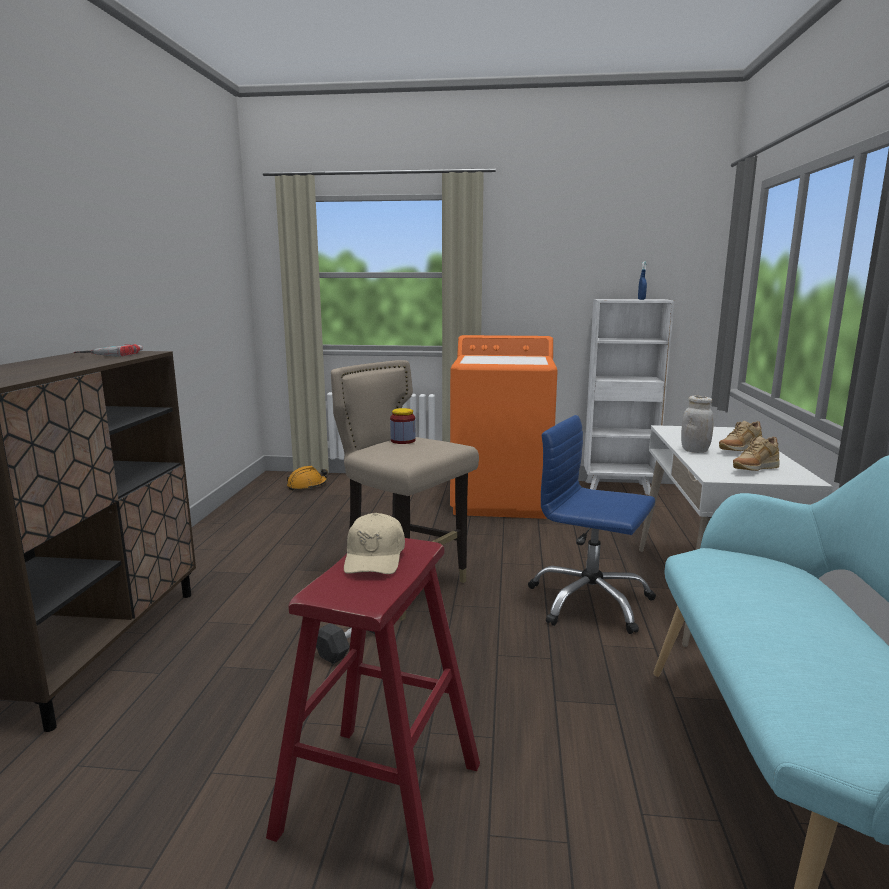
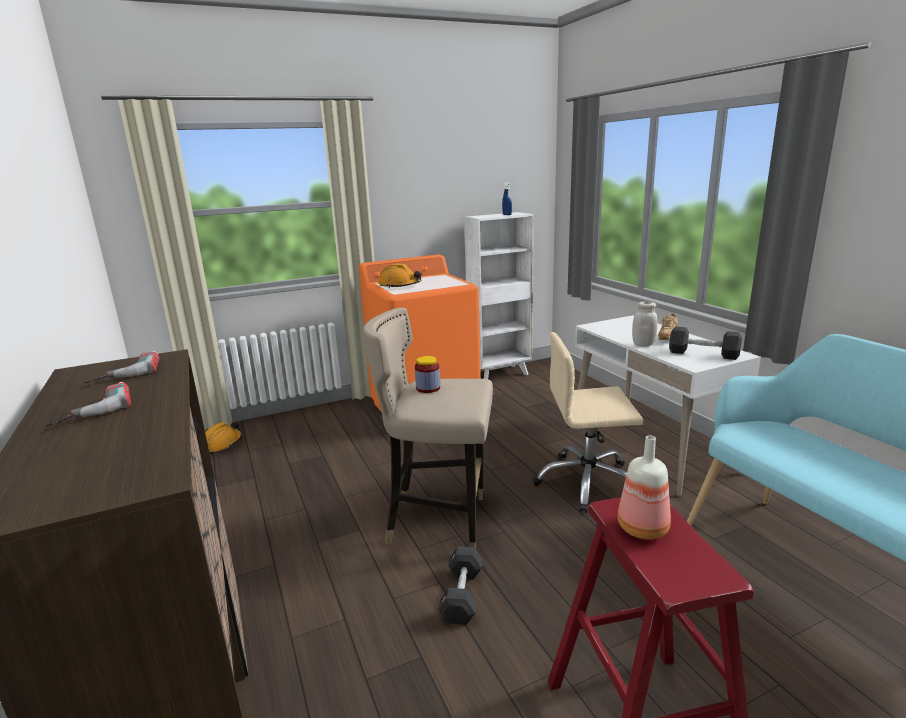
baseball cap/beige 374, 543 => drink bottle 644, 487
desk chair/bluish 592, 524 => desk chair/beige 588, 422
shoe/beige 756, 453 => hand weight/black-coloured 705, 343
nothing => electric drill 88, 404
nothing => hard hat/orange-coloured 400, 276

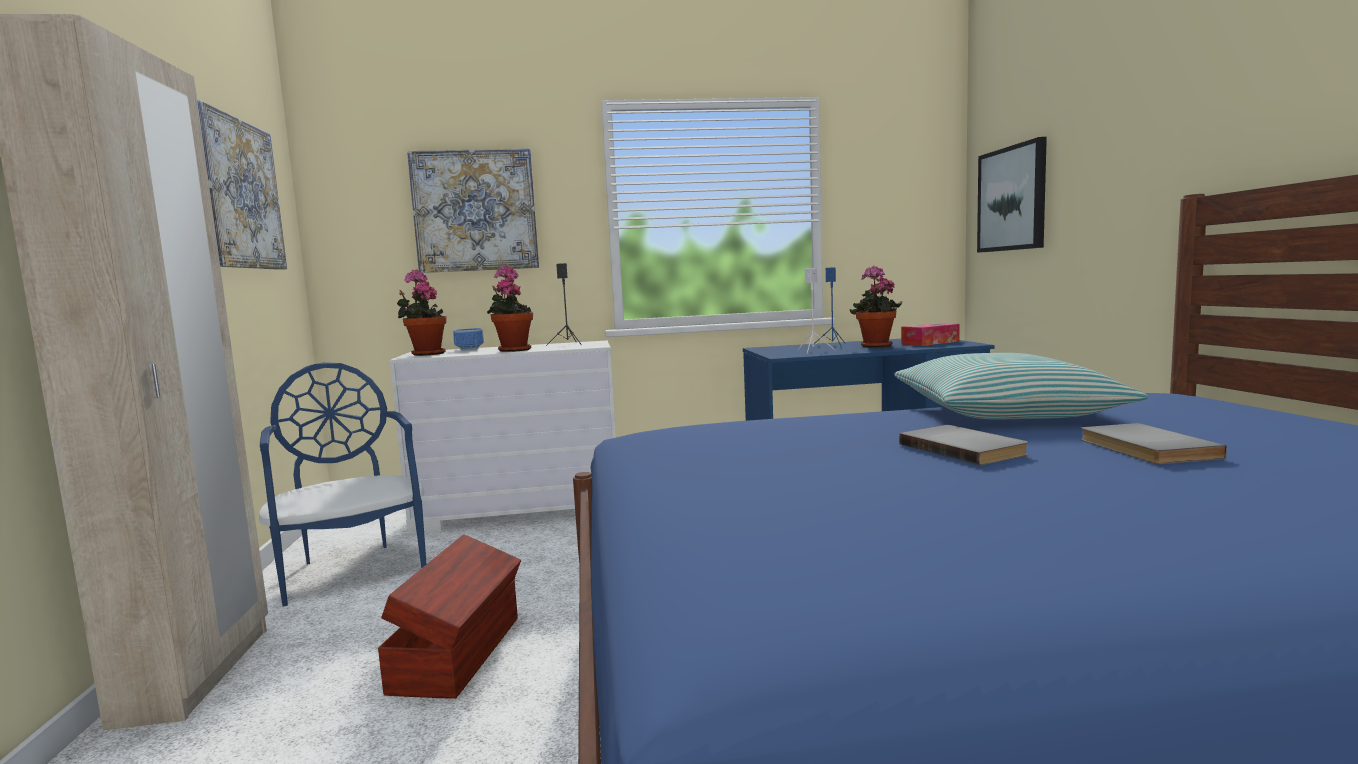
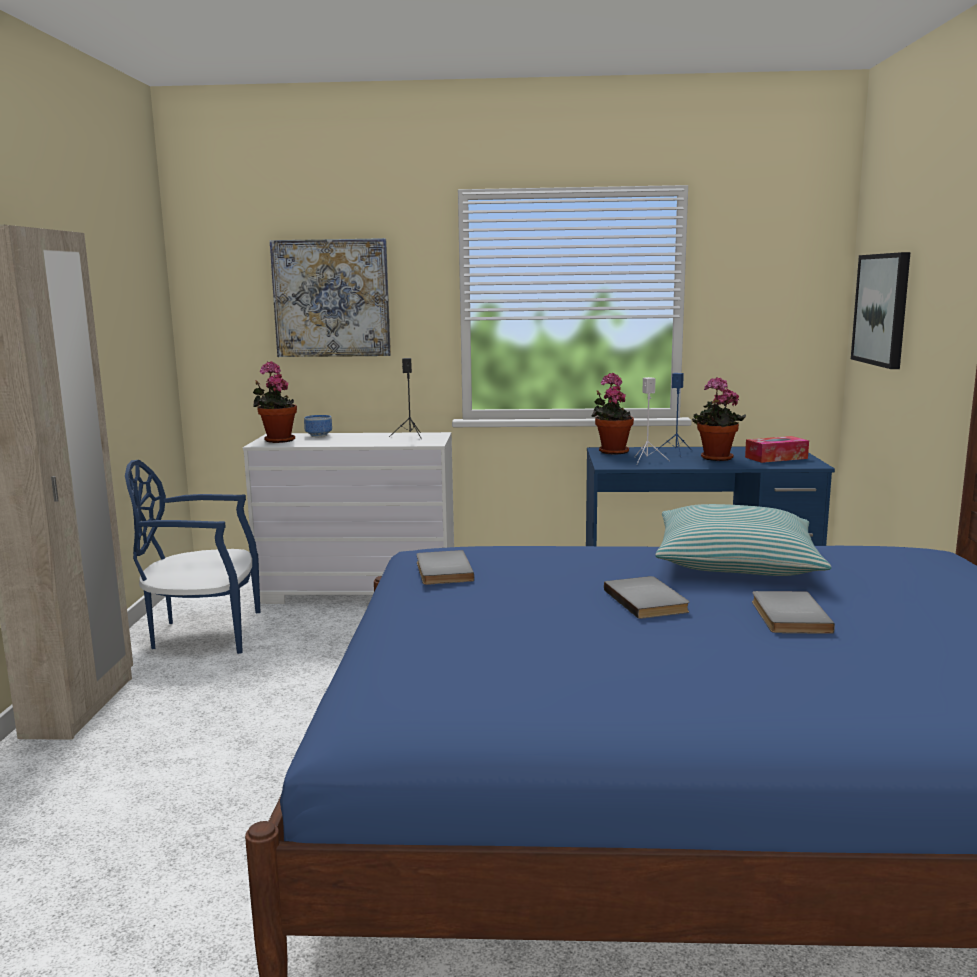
wall art 242, 184 => nothing
plain chair/bluish 342, 484 => plain chair/bluish 193, 557, 75 degrees counterclockwise
storage box/brown 449, 616 => nothing
potted plant 510, 308 => potted plant 613, 414, move
nothing => bound book/grey 445, 567

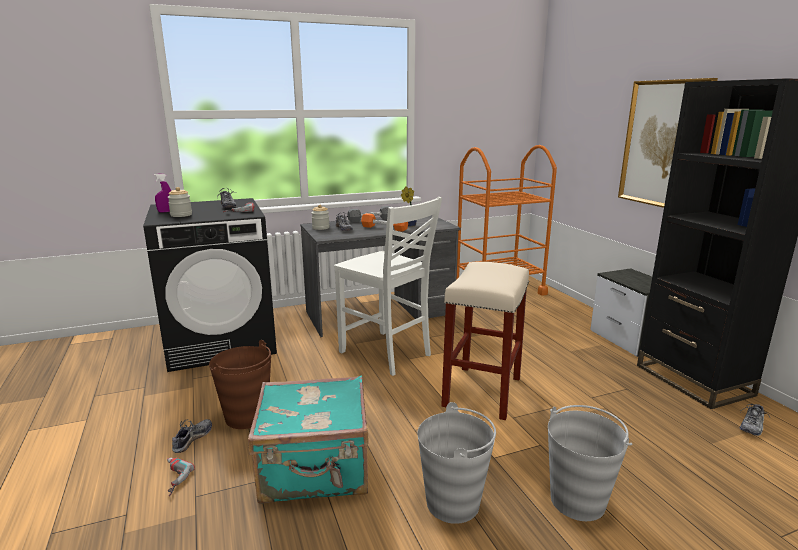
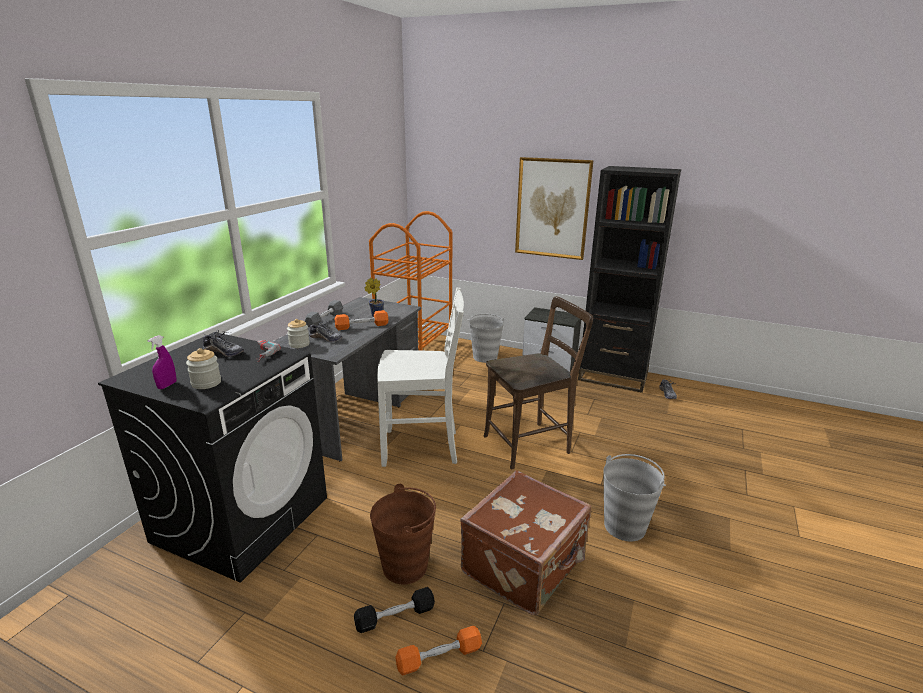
electric drill 181, 476 => hand weight/orange-coloured 438, 650
shoe 192, 436 => hand weight/black-coloured 394, 610
travel case/turquoise-coloured 308, 440 => travel case/brown 526, 542
sitting stool/beige 485, 341 => plain chair/brown 538, 382
water bucket/grey 590, 463 => water bucket/grey 486, 338, move

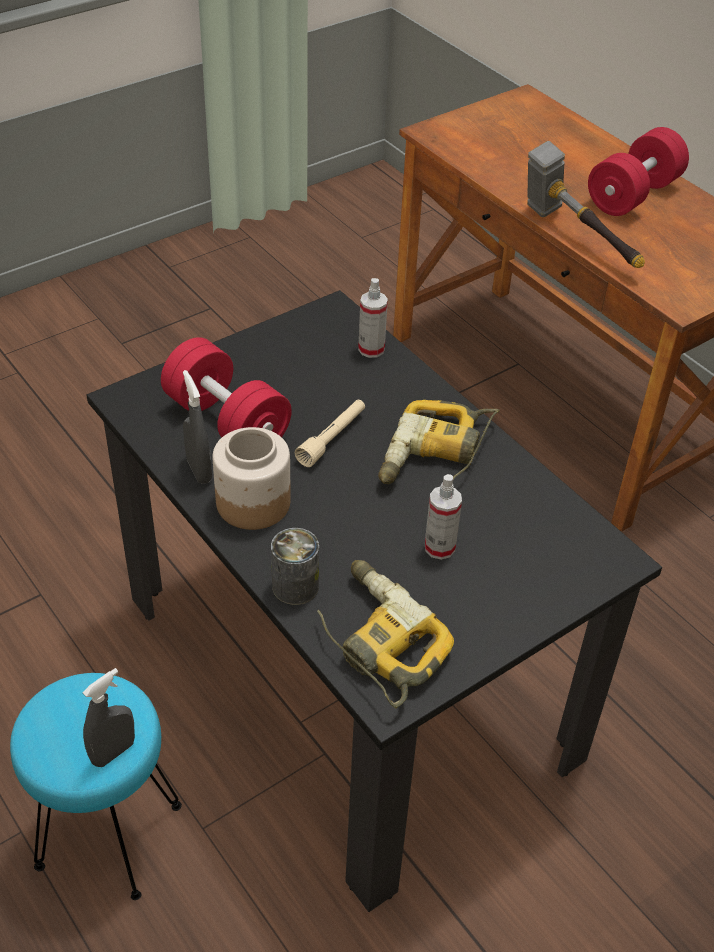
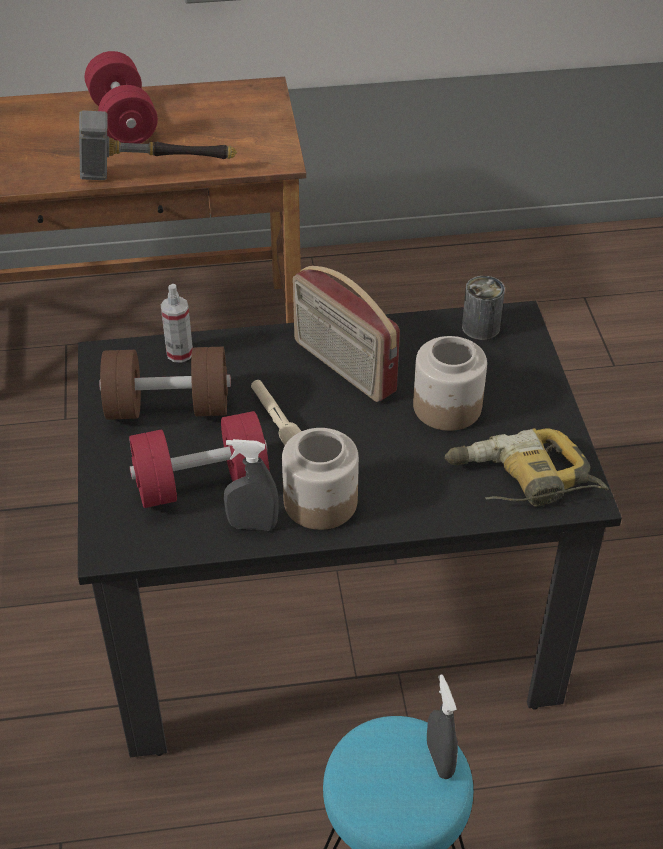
can 295, 566 => can 483, 308, move
electric drill 439, 442 => radio 346, 333
sprayer 443, 517 => jar 450, 383
nothing => hand weight/brown 165, 383

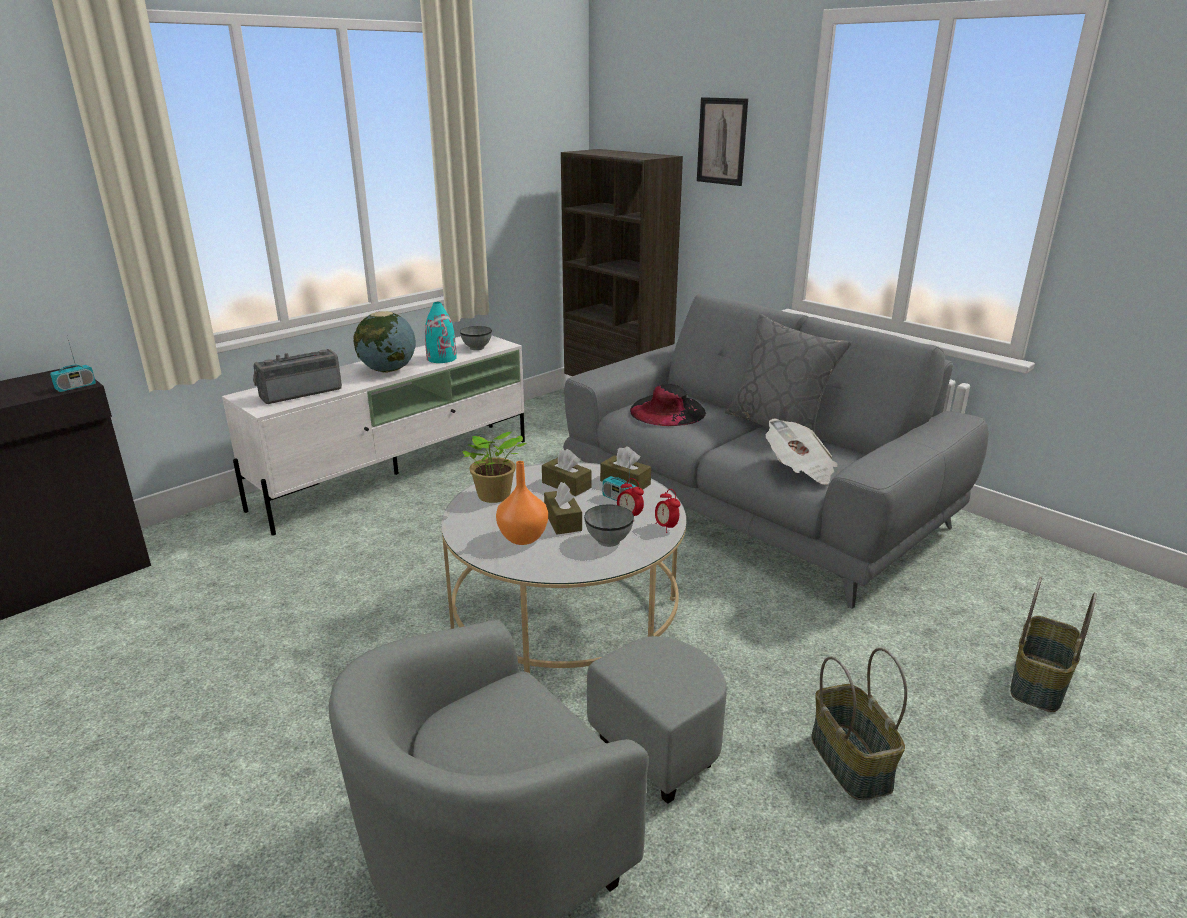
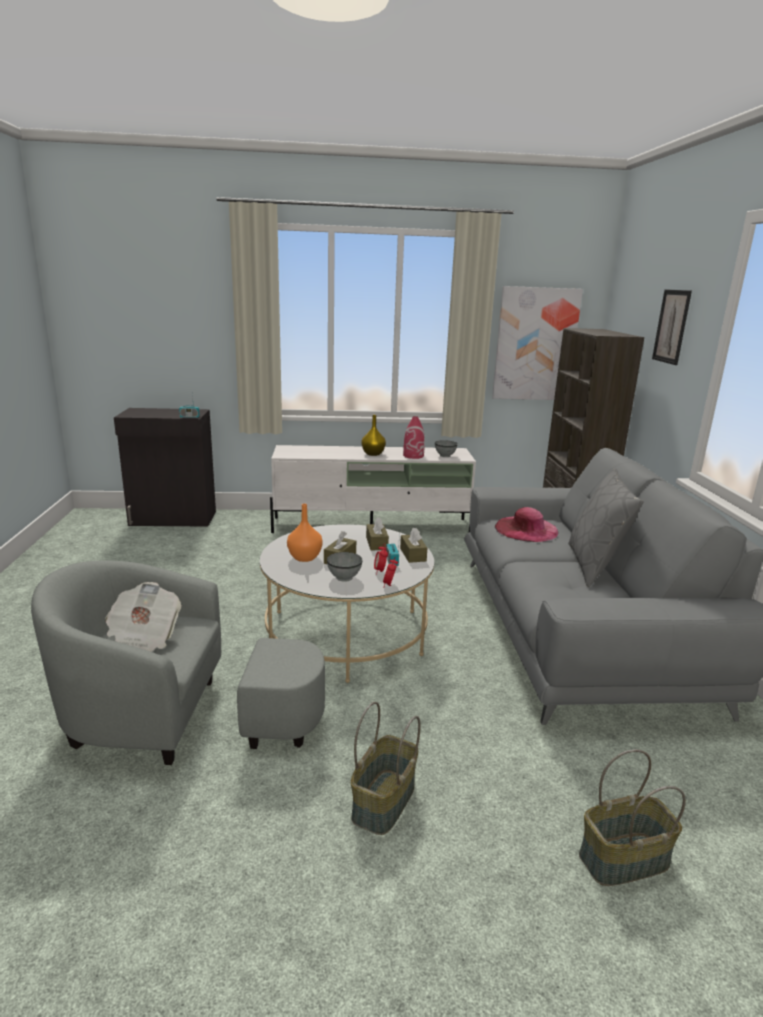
radio 297, 376 => nothing
globe 385, 342 => flower vase/yellow 374, 435
flower vase/turquoise-coloured 441, 332 => flower vase/reddish 414, 437
potted plant 494, 467 => nothing
wearable hat/black-coloured 668, 405 => wearable hat/pink 526, 524
printed paper 801, 452 => printed paper 143, 617, move
nothing => wall art 537, 343

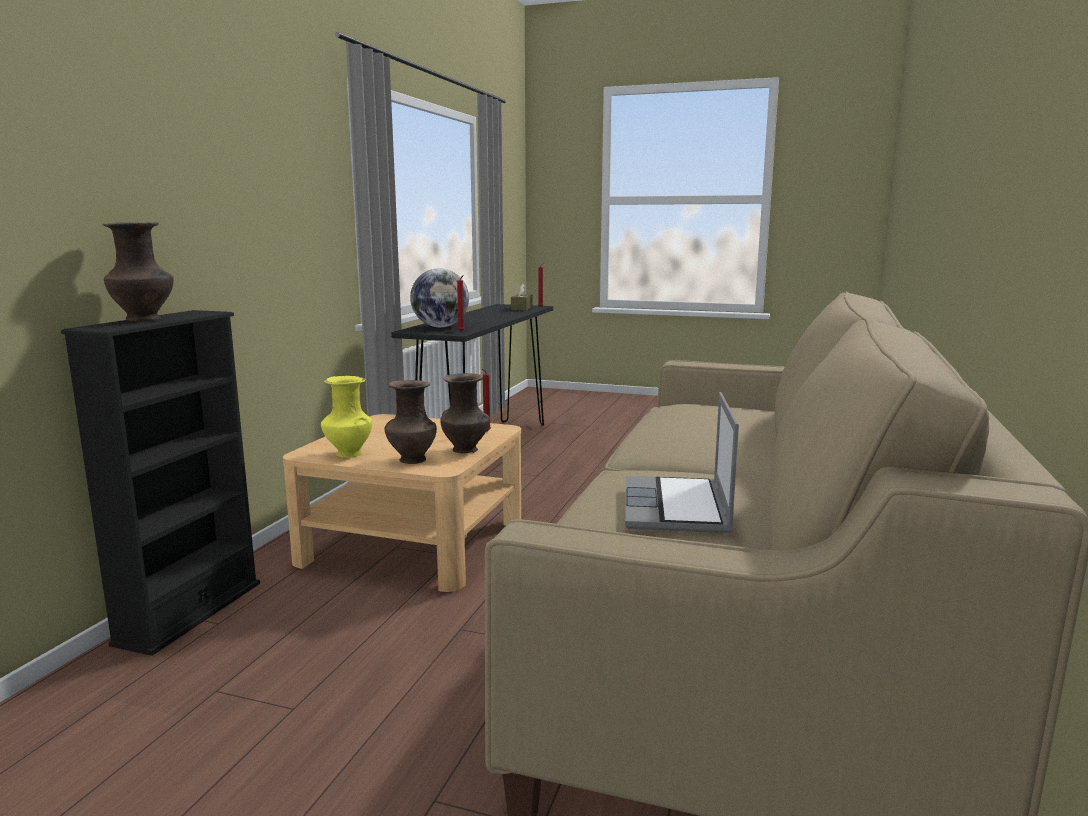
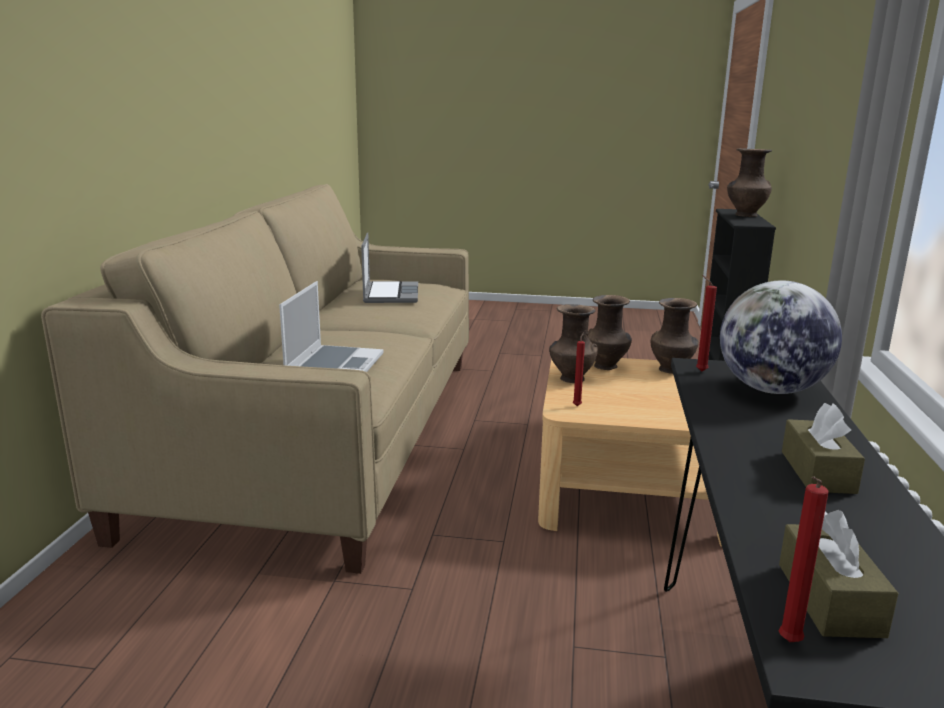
flower vase/yellow 346, 417 => flower vase/brown 674, 336
nothing => laptop 331, 326
nothing => box of tissues/brown 823, 448

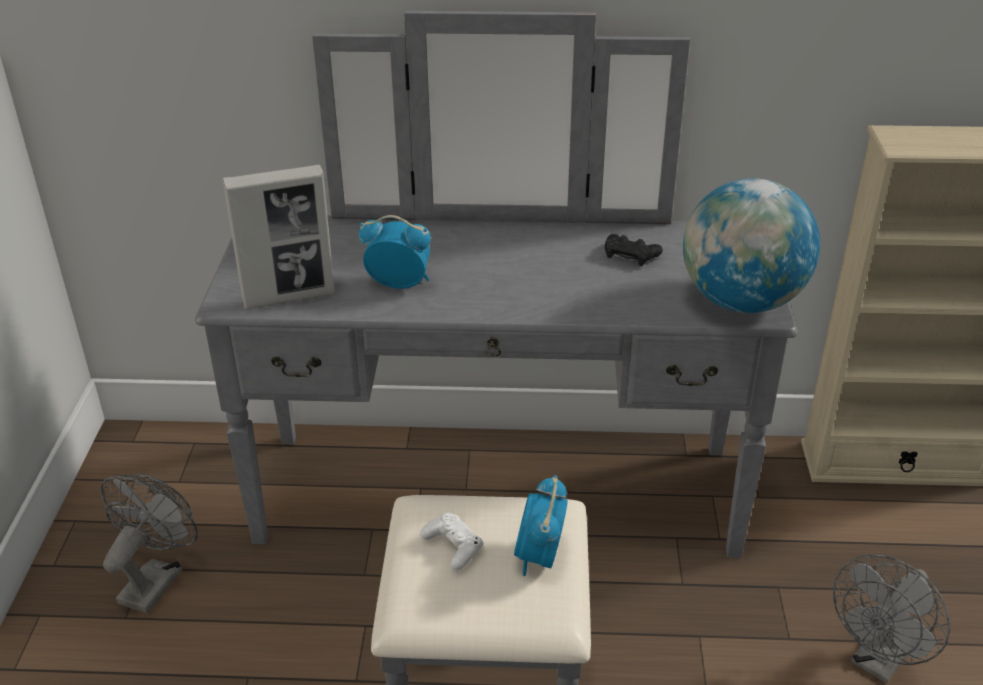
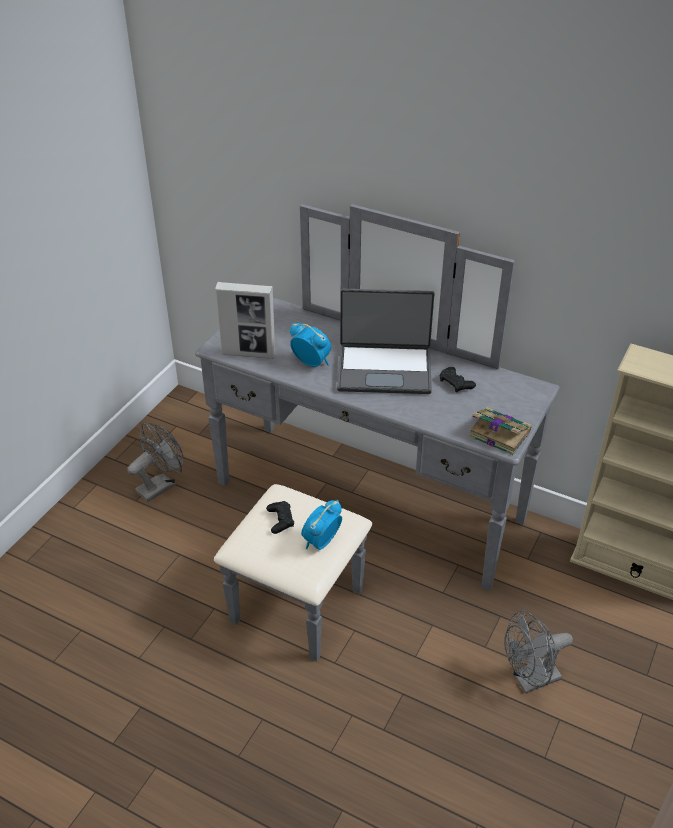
gamepad/white 451, 541 => gamepad/black-coloured 280, 517
globe 751, 245 => bound book 500, 431
nothing => laptop 385, 341

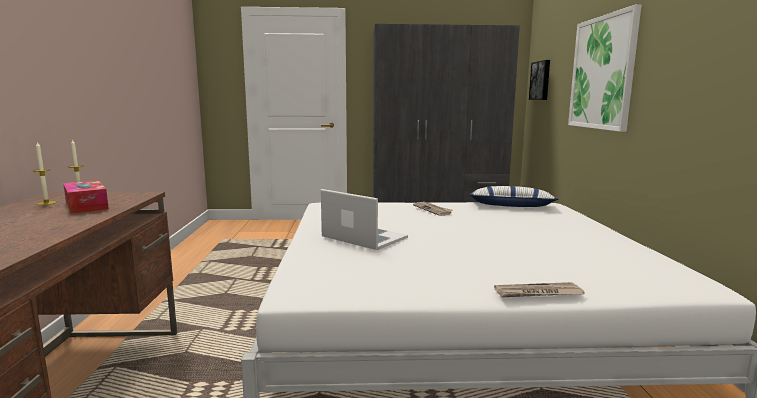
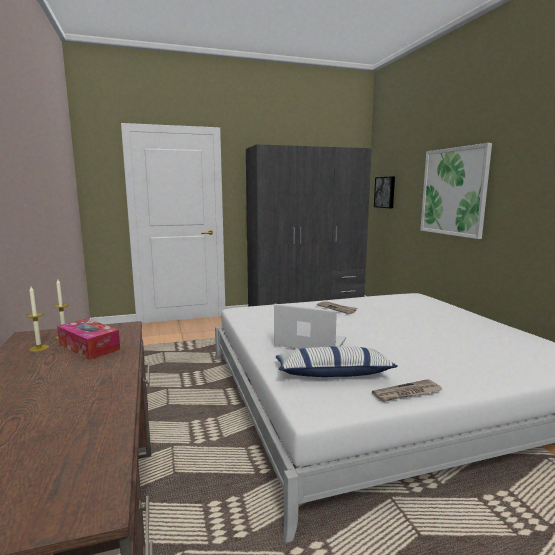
cushion 514, 196 => cushion 337, 361, move
printed paper 539, 290 => printed paper 407, 390, move

